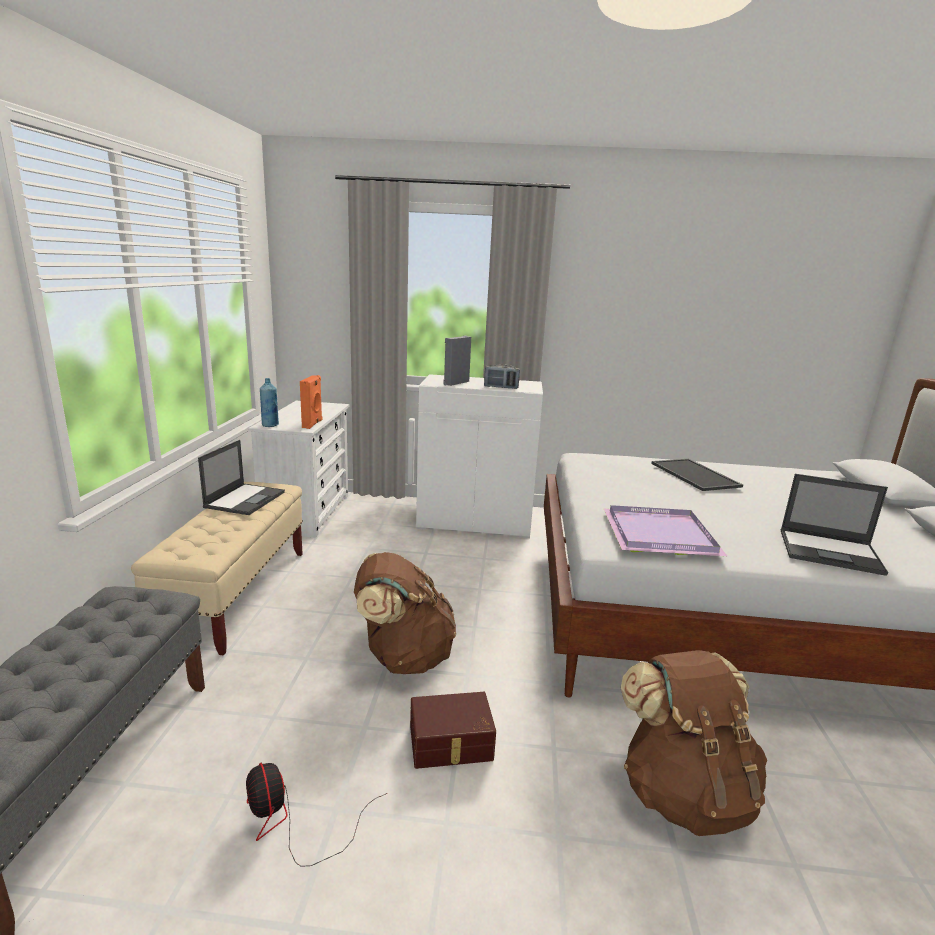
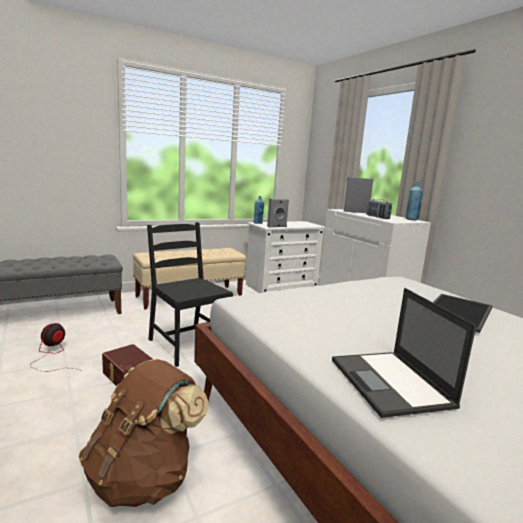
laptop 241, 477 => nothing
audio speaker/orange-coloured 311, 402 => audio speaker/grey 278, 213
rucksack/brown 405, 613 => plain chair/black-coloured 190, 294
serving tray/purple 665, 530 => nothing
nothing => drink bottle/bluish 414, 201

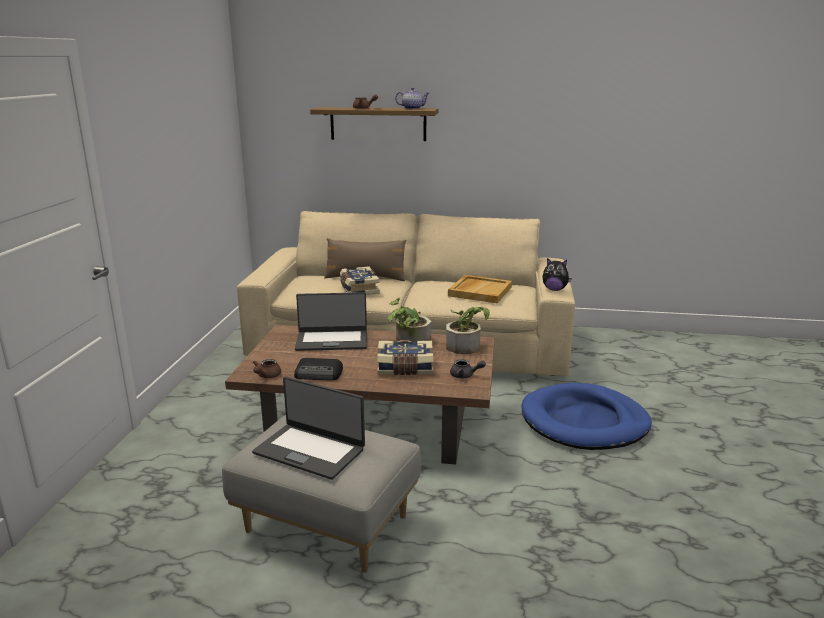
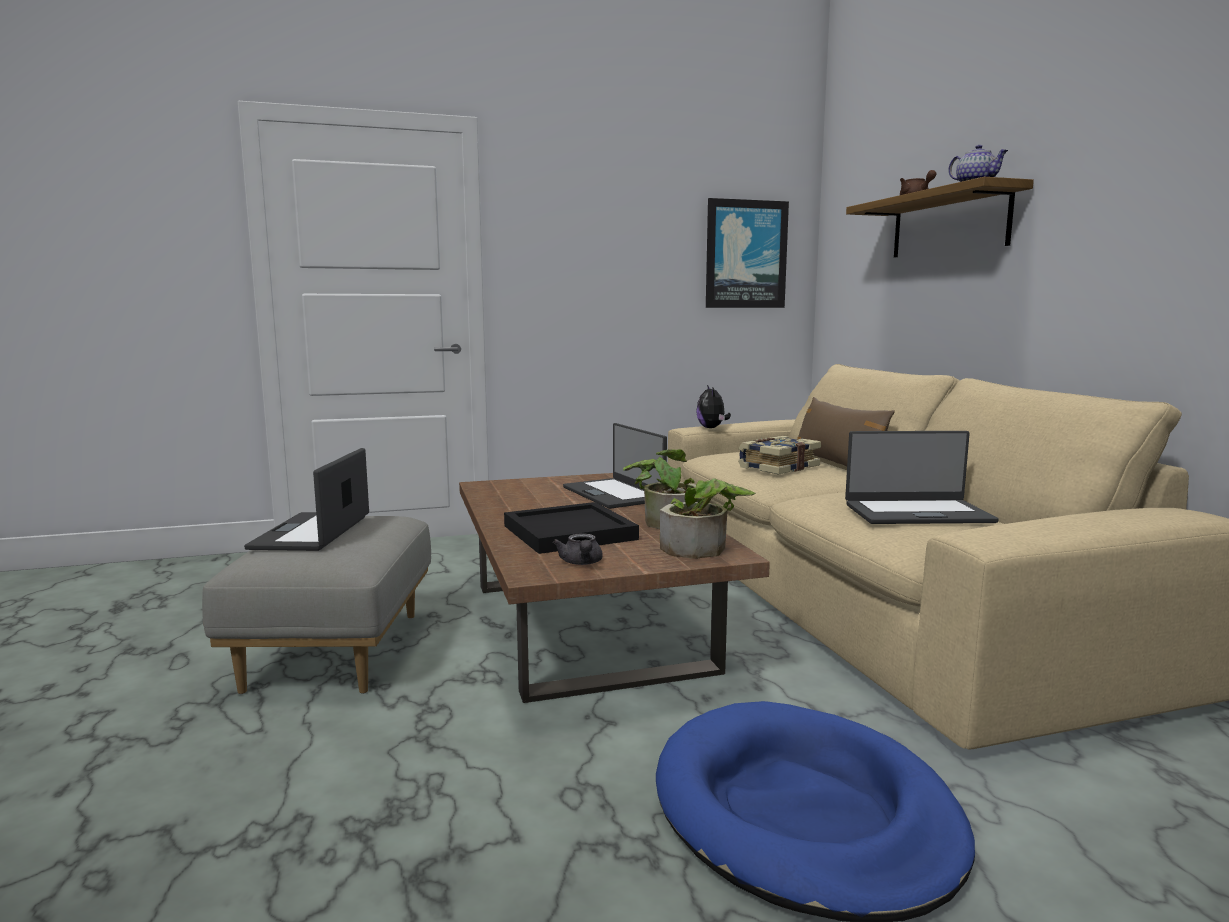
pot for tea/brown 267, 368 => nothing
radio 318, 369 => nothing
bound book 405, 357 => serving tray/black-coloured 571, 528
serving tray/beige 480, 289 => laptop 922, 477
soft toy 557, 274 => soft toy 713, 406, move
nothing => wall art 747, 253

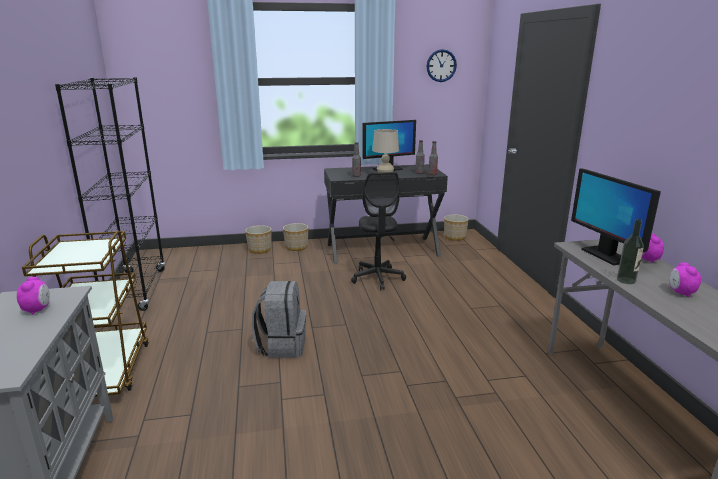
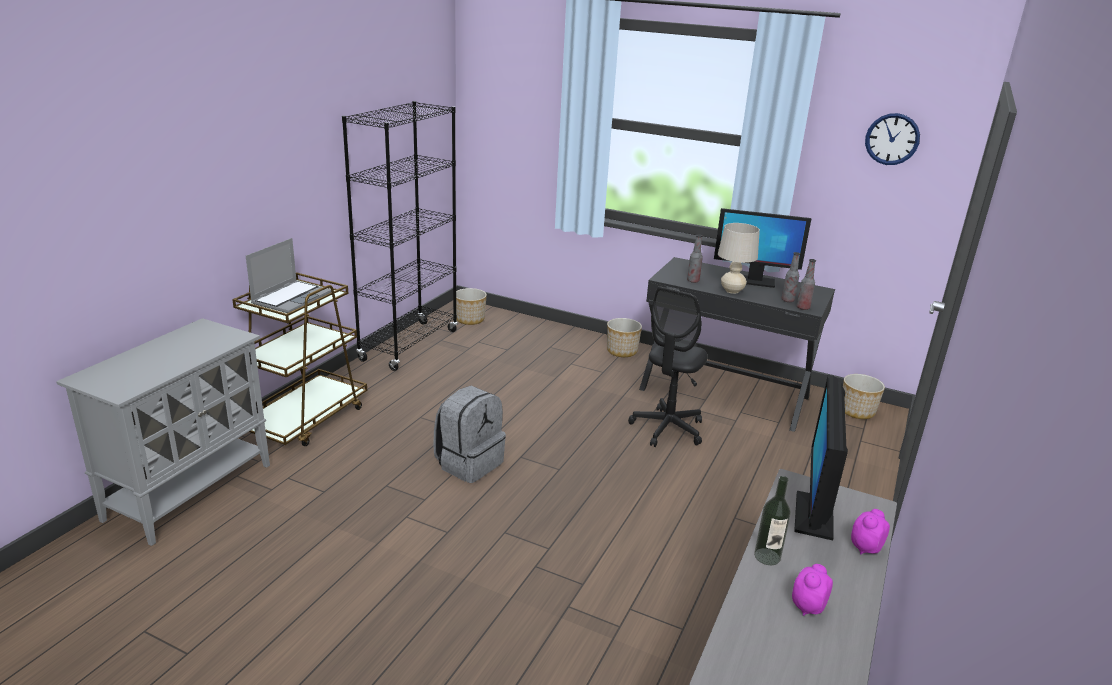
alarm clock 33, 296 => nothing
flower pot 258, 239 => flower pot 471, 306, move
nothing => laptop 288, 275

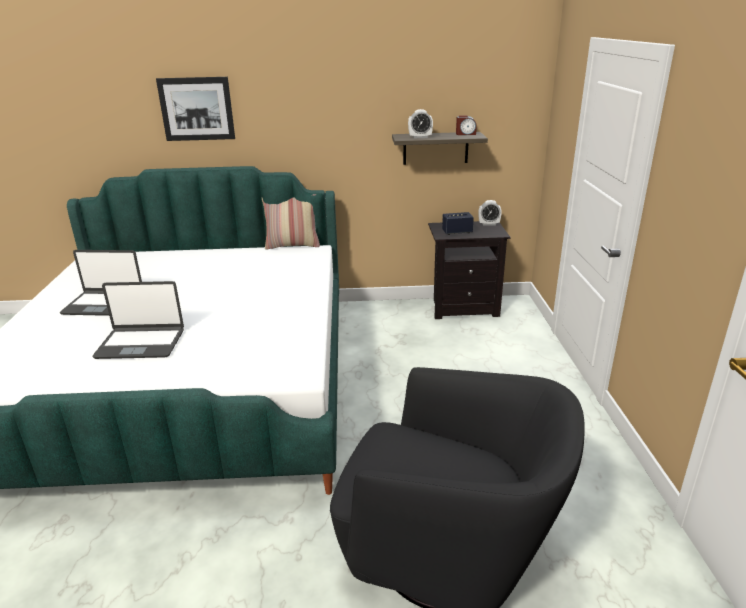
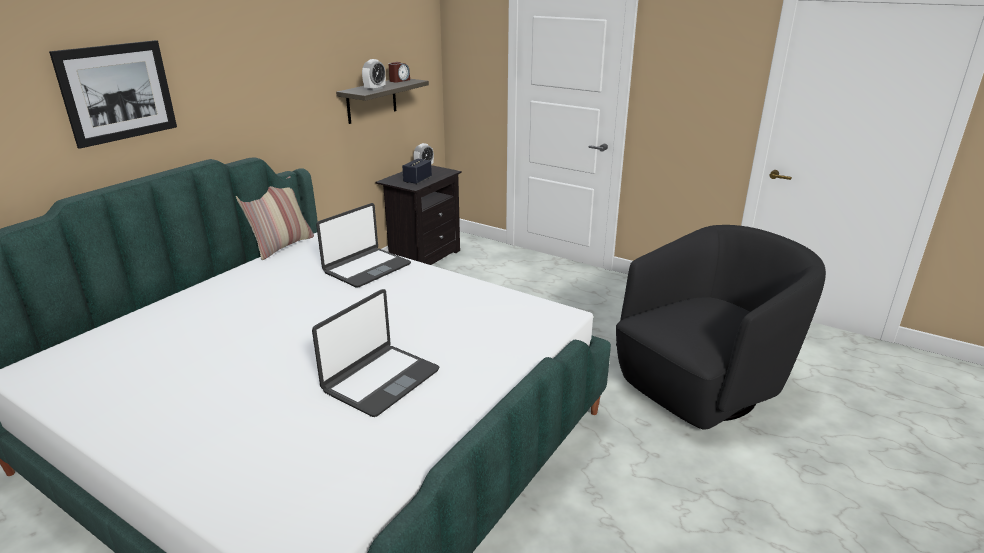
laptop 101, 283 => laptop 363, 245, move

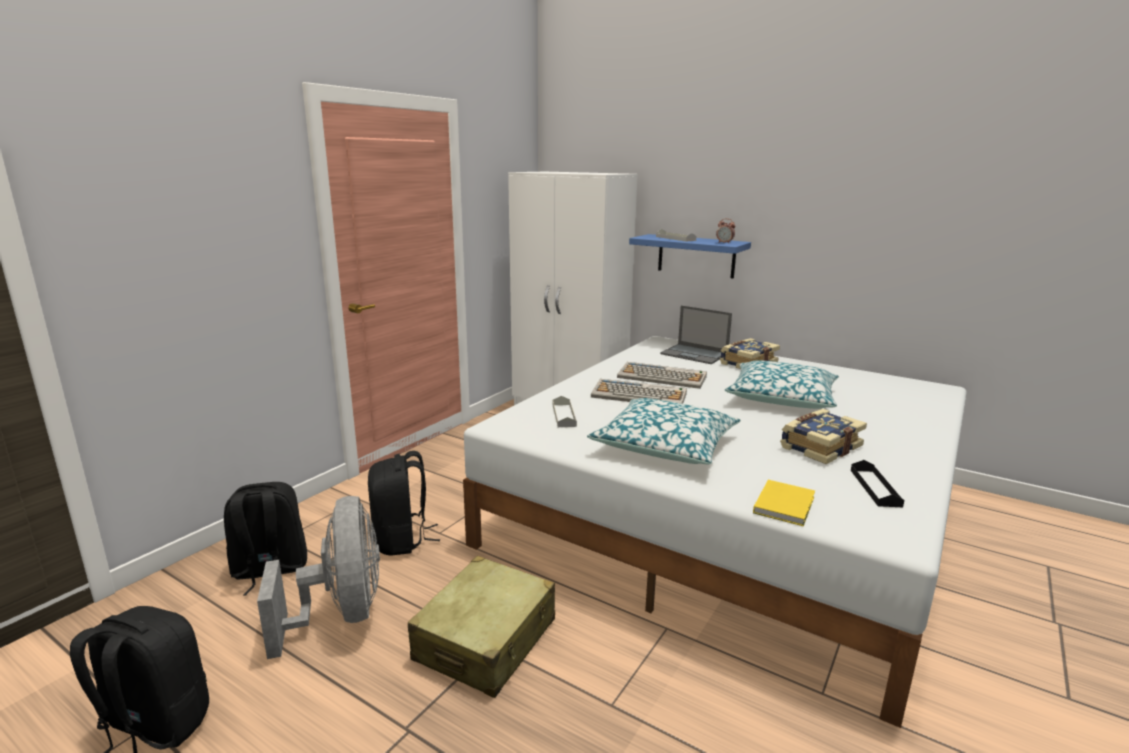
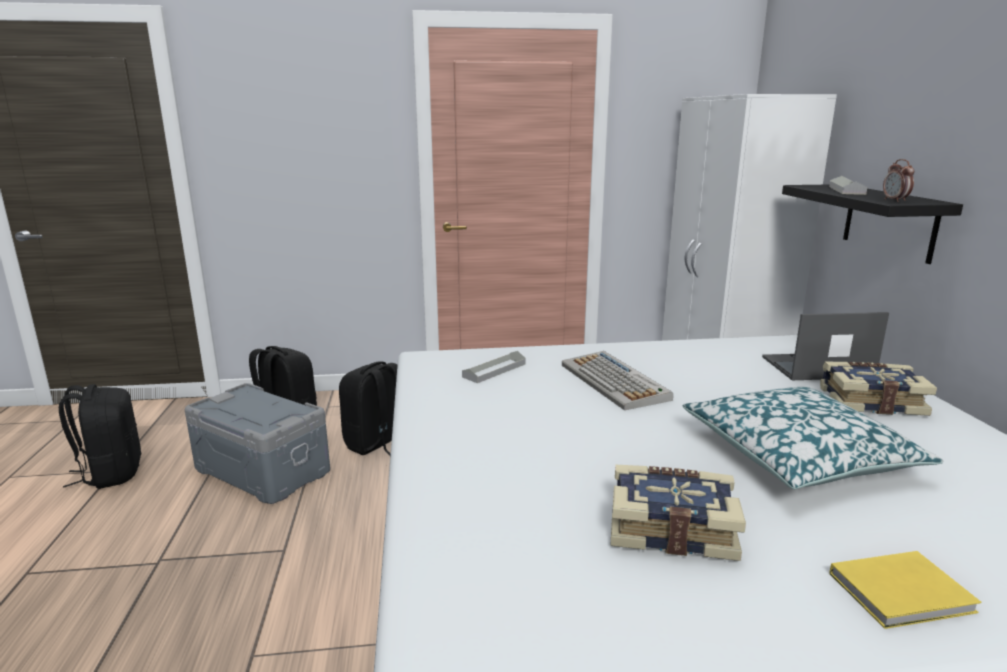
fan/grey 318, 577 => storage box/grey 257, 443
travel case/beige 481, 627 => nothing
cushion 664, 431 => nothing
keyboard 662, 375 => nothing
shelf/bluish 690, 256 => shelf/black-coloured 872, 224
laptop 696, 335 => laptop 825, 346, 90 degrees clockwise
bound book/yellow 784, 503 => bound book/yellow 905, 590, move
serving tray/black-coloured 877, 483 => nothing

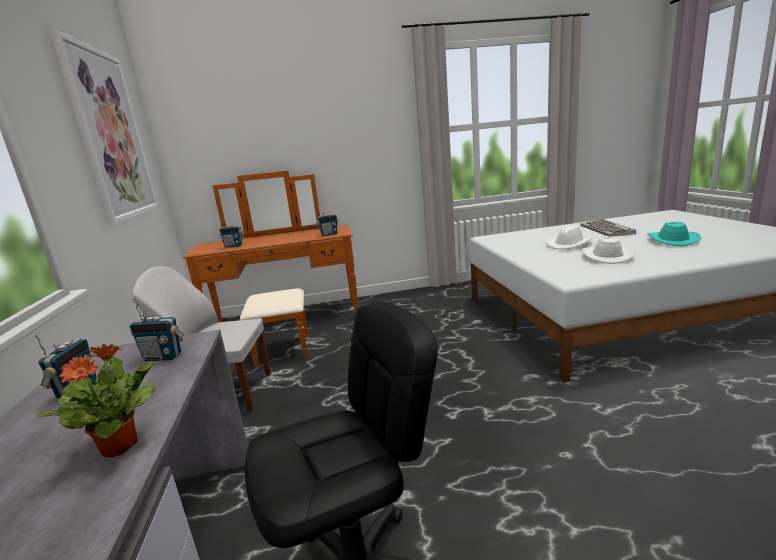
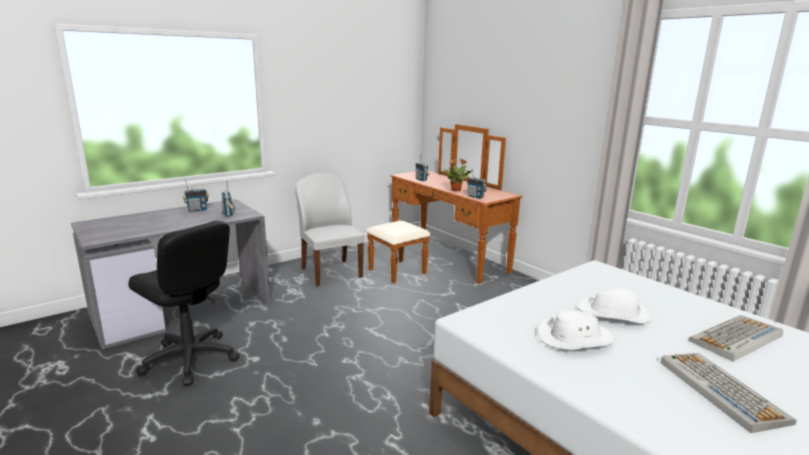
potted plant 96, 401 => potted plant 456, 175, move
wall art 104, 127 => nothing
wearable hat/turquoise-coloured 674, 234 => keyboard 728, 393

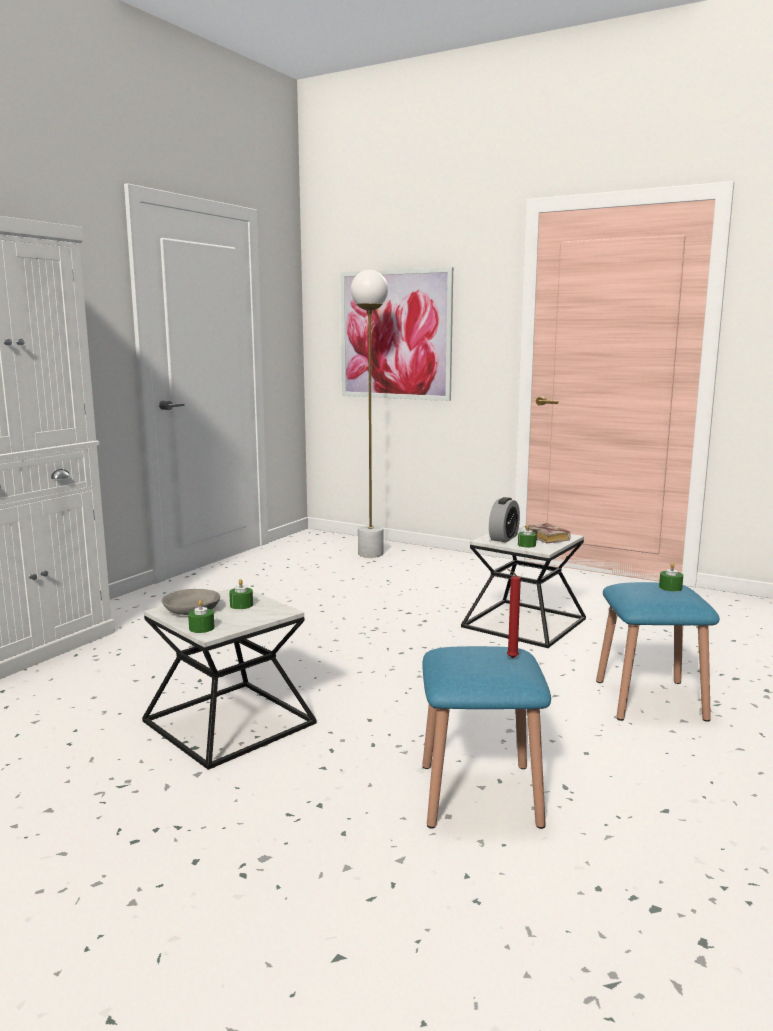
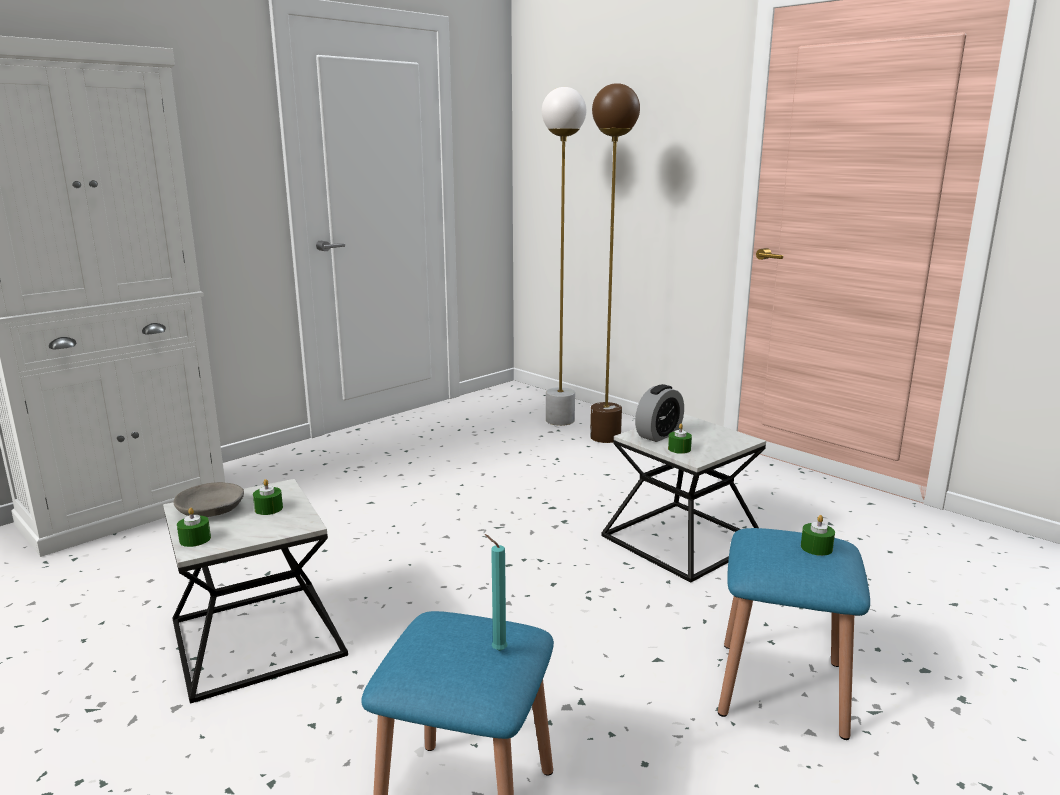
wall art 396, 334 => nothing
candle/reddish 513, 613 => candle/turquoise-coloured 496, 592
bound book 548, 533 => nothing
nothing => floor lamp/brown 615, 263

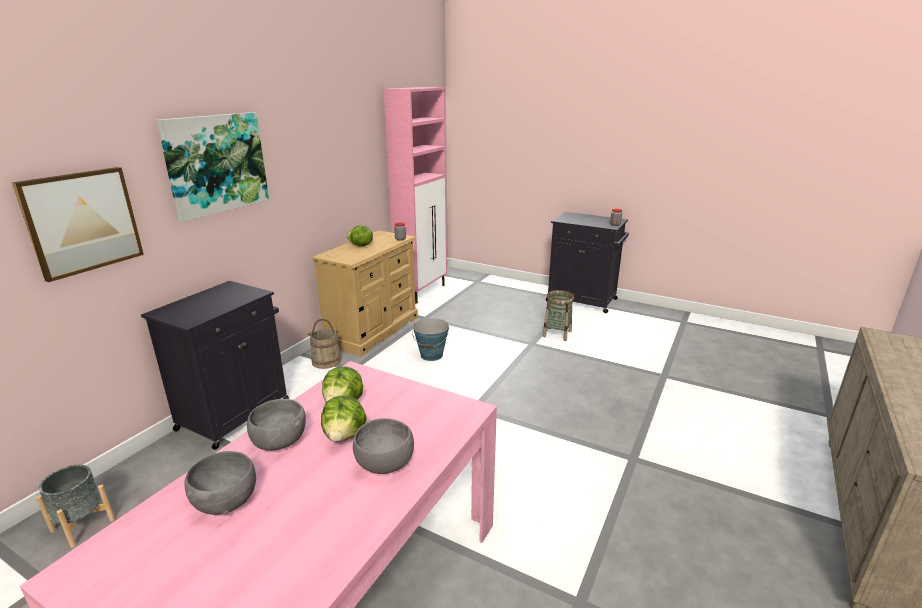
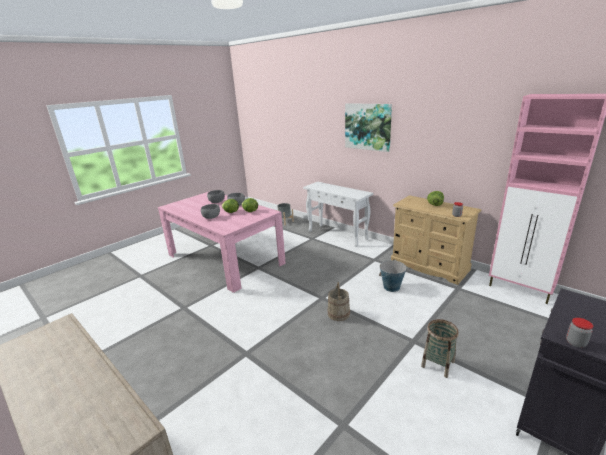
wall art 78, 224 => nothing
cupboard/black-coloured 215, 365 => console table/white 338, 214
water bucket/beige 324, 344 => water bucket/beige 338, 301, move

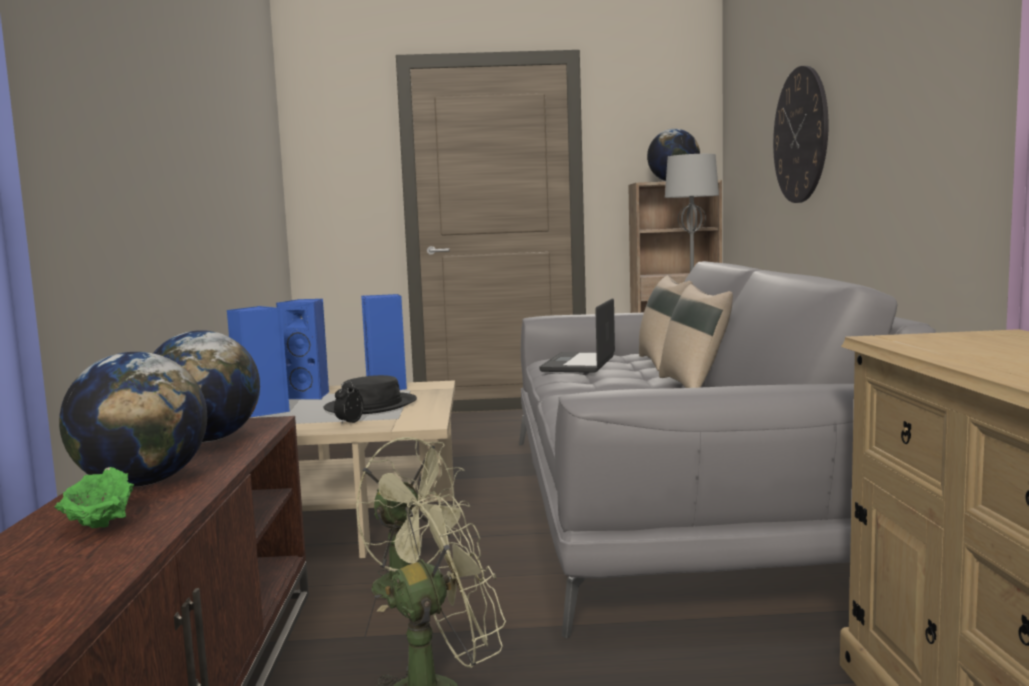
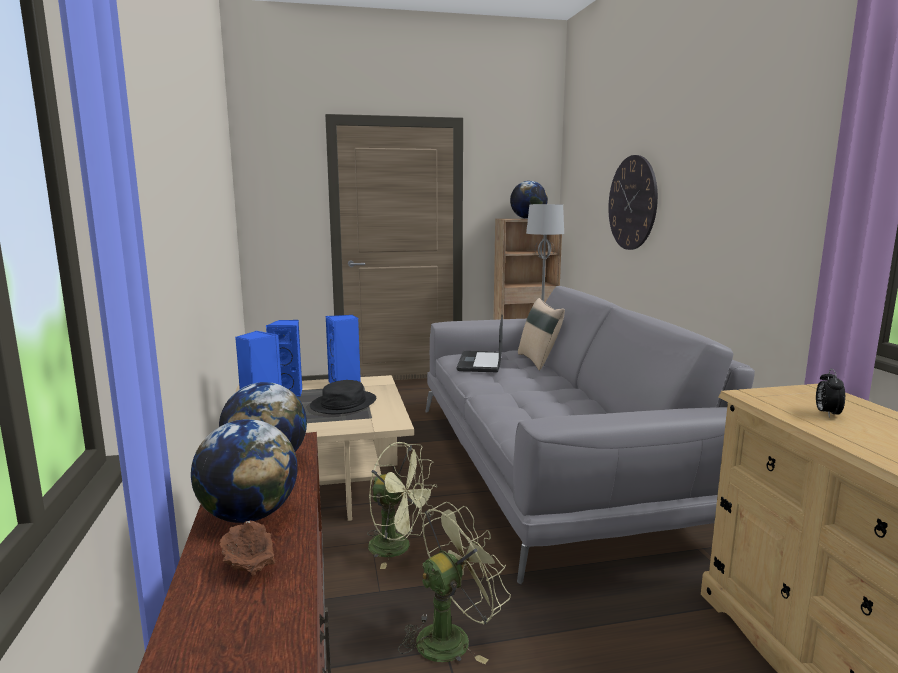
serving bowl/green 94, 497 => serving bowl/brown 247, 548
alarm clock 349, 403 => alarm clock 830, 393, move
cushion/beige 696, 336 => nothing

